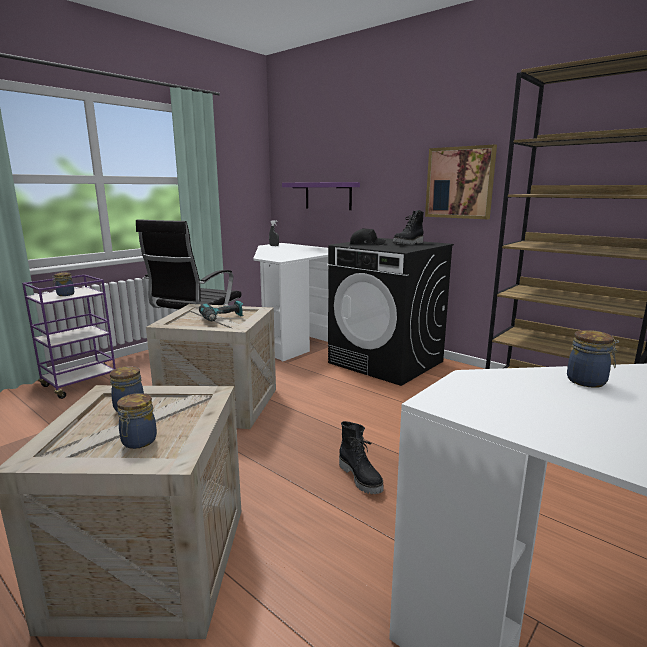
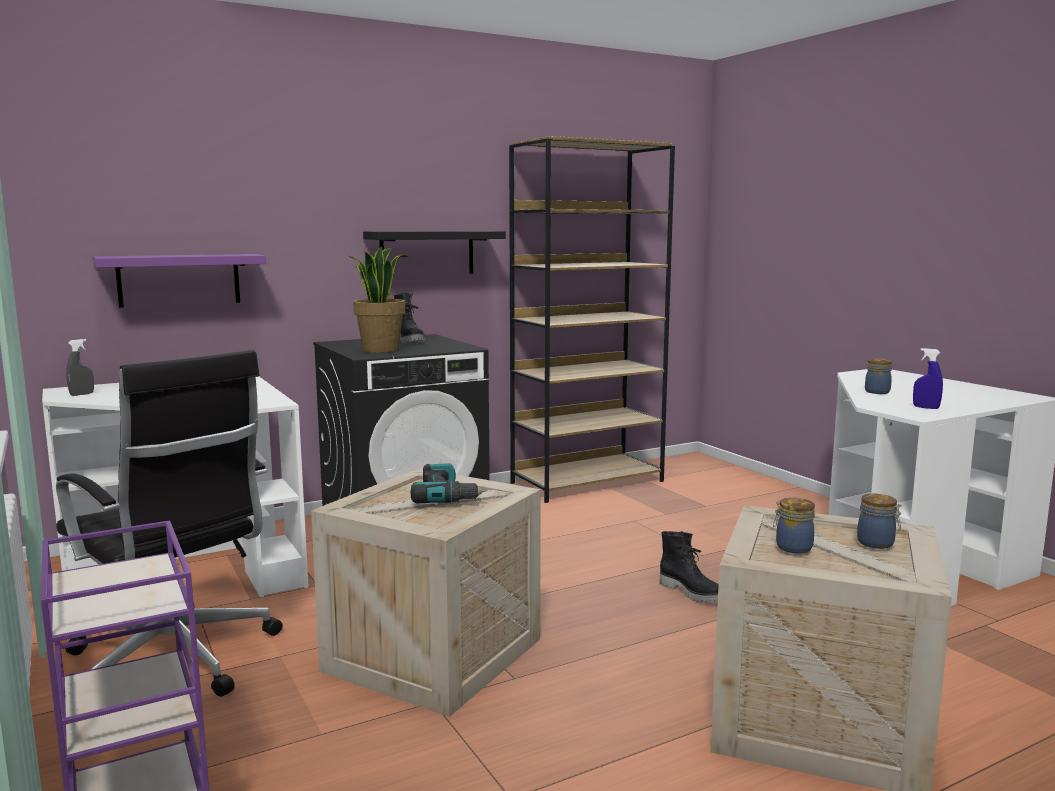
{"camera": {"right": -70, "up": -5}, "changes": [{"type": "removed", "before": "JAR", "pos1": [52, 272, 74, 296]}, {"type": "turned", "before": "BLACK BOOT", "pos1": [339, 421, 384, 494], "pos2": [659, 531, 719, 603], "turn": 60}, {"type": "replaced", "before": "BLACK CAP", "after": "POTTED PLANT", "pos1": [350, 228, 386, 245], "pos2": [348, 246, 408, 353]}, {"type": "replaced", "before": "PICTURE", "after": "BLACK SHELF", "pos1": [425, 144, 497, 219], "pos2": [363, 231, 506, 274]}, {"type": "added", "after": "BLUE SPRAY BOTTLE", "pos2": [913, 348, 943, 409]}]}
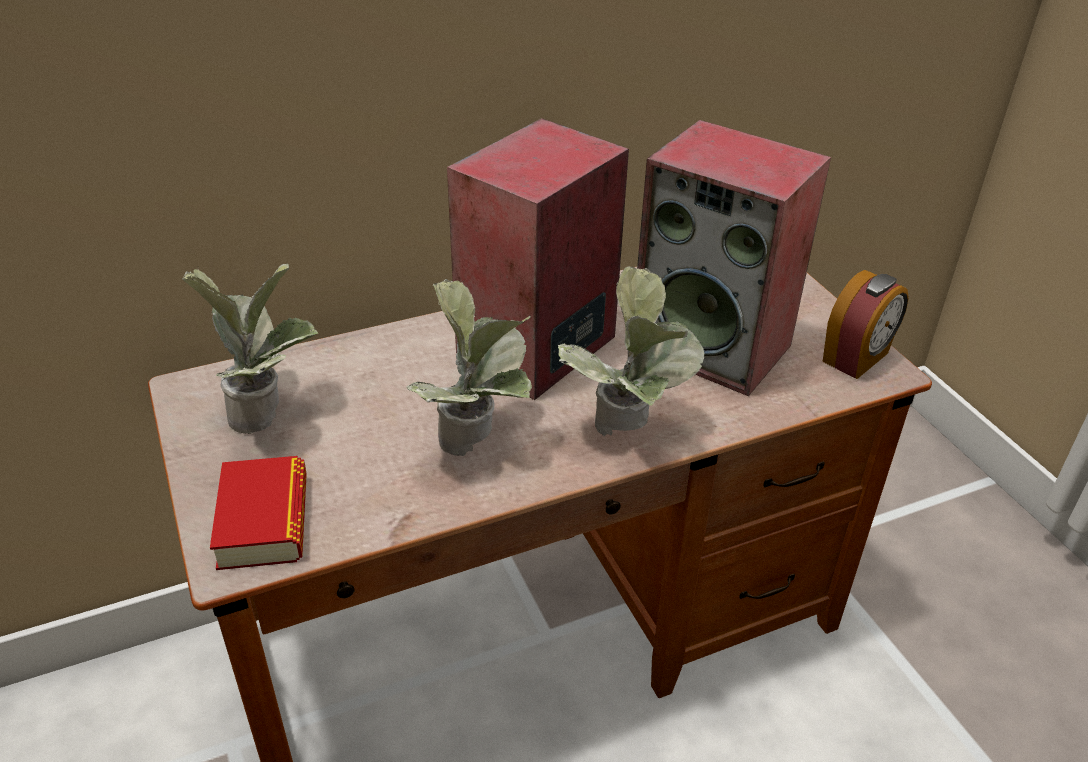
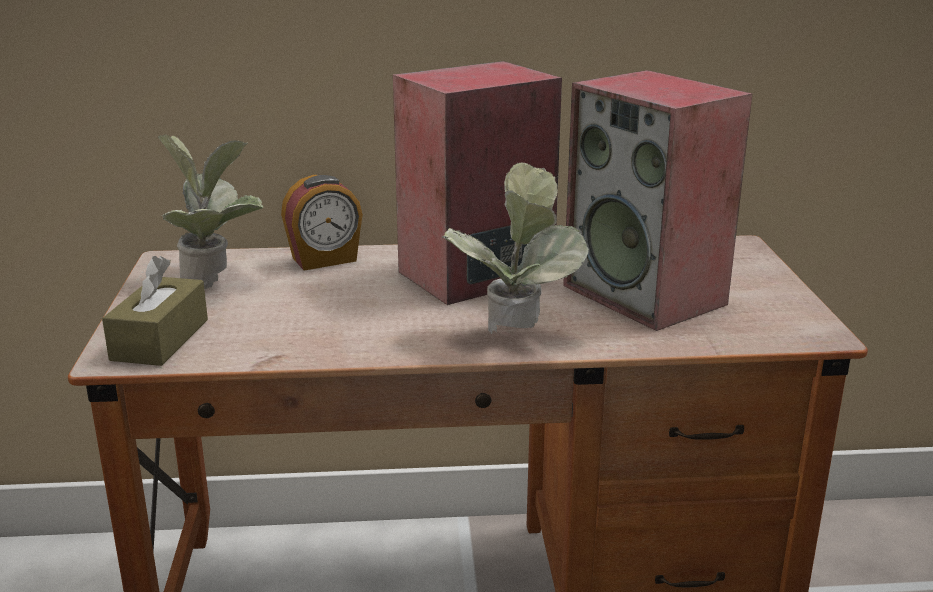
{"camera": {"right": 20, "up": -15}, "changes": [{"type": "replaced", "before": "BOOK", "after": "BROWN TISSUE BOX", "pos1": [210, 456, 307, 570], "pos2": [102, 256, 208, 366]}, {"type": "removed", "before": "POTTED PLANT", "pos1": [406, 279, 532, 456]}, {"type": "moved", "before": "ALARM CLOCK", "pos1": [823, 270, 909, 379], "pos2": [281, 175, 363, 271]}]}
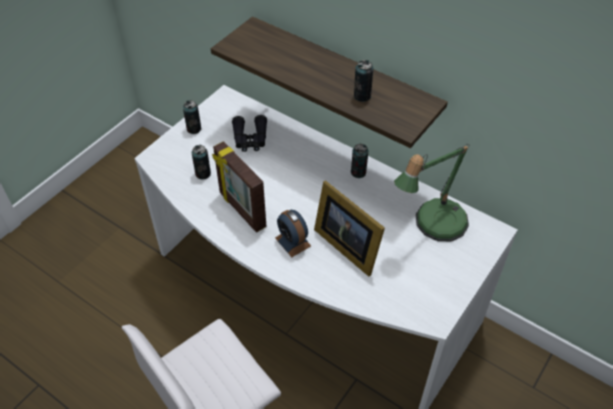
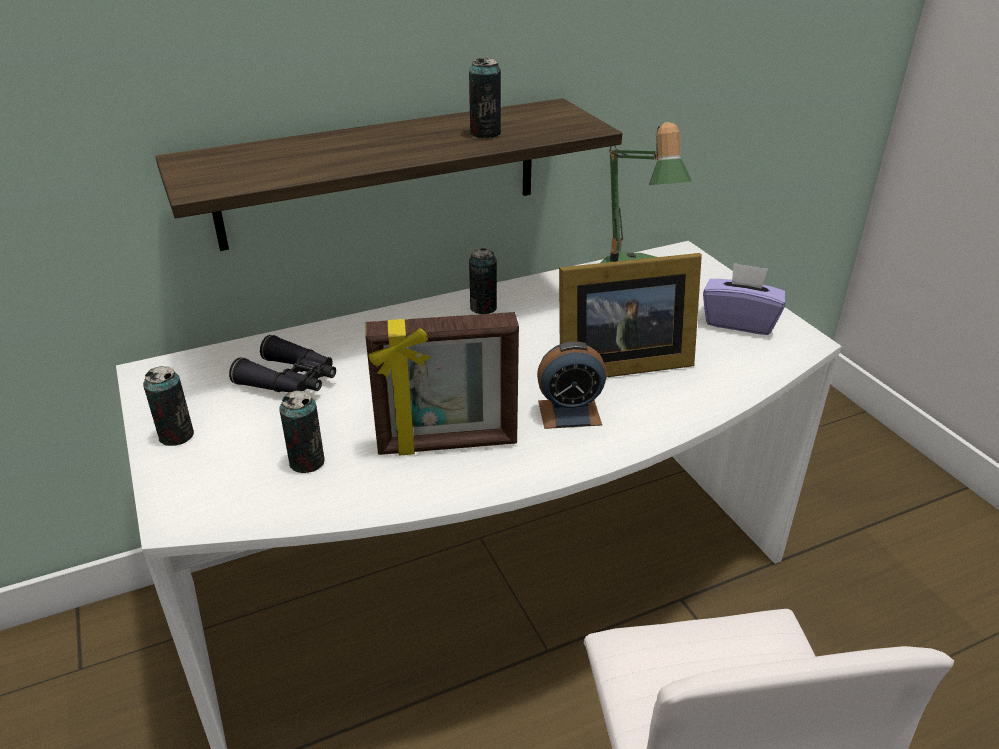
{"camera": {"right": -60, "up": -15}, "changes": [{"type": "added", "after": "PURPLE TISSUE BOX", "pos2": [703, 262, 786, 335]}]}
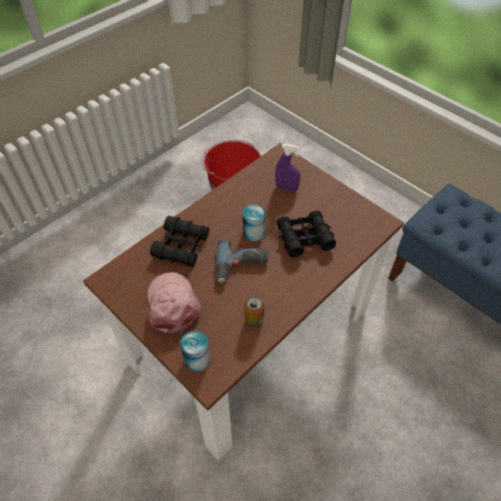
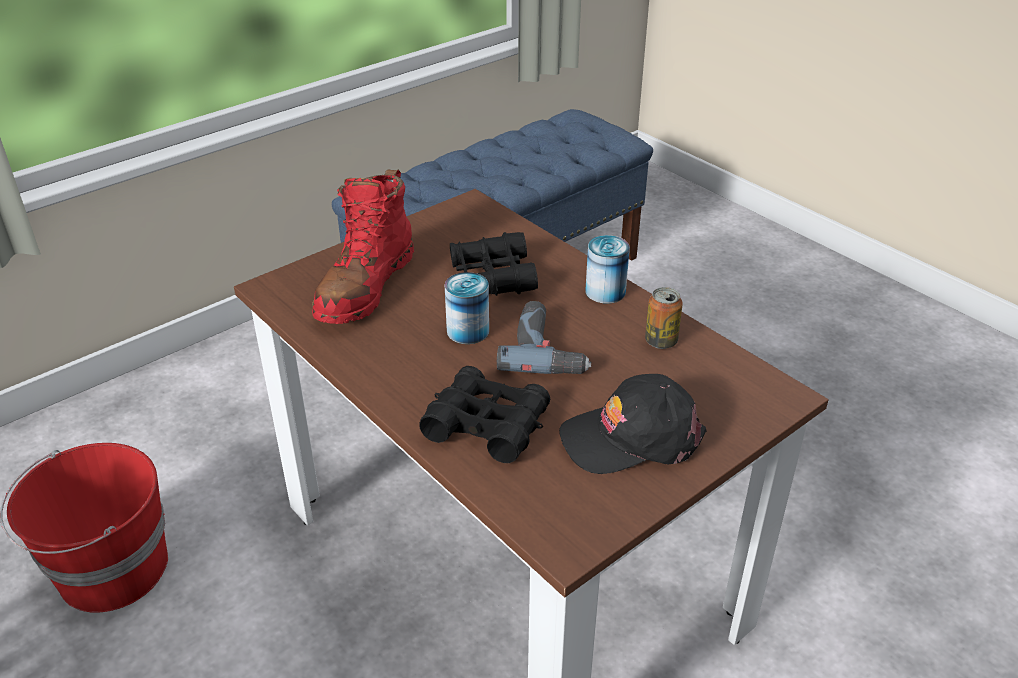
{"camera": {"right": -85, "up": -15}, "changes": [{"type": "recoloured", "before": "PINK CAP", "after": "BLACK CAP", "pos1": [147, 272, 202, 334], "pos2": [559, 374, 707, 474]}, {"type": "moved", "before": "CAN", "pos1": [180, 331, 210, 372], "pos2": [586, 235, 630, 304]}, {"type": "replaced", "before": "PURPLE SPRAY BOTTLE", "after": "RED BOOT", "pos1": [275, 144, 300, 192], "pos2": [312, 169, 414, 324]}]}
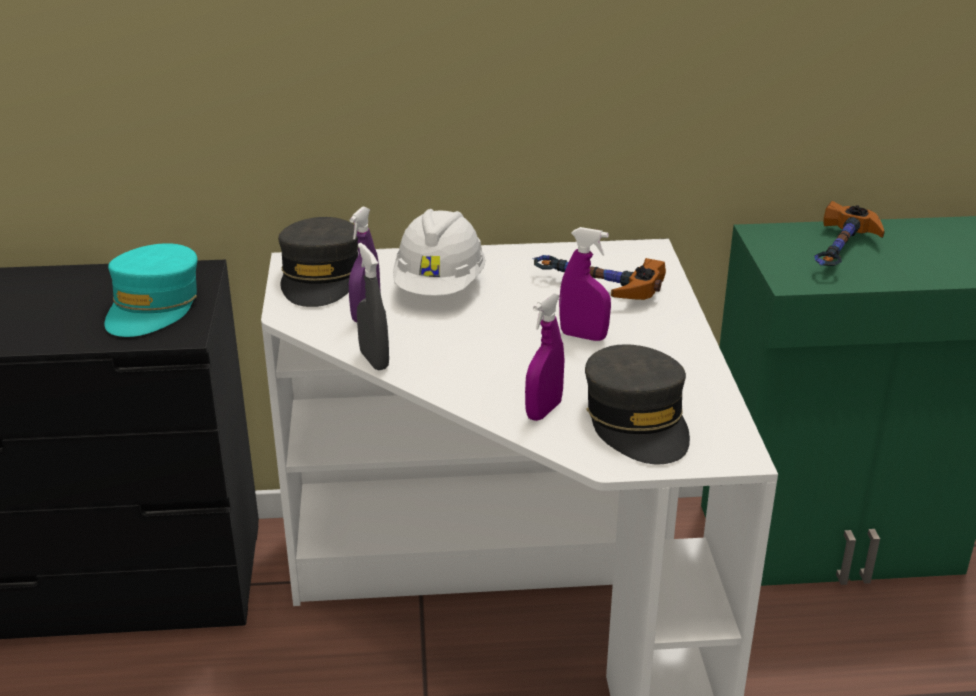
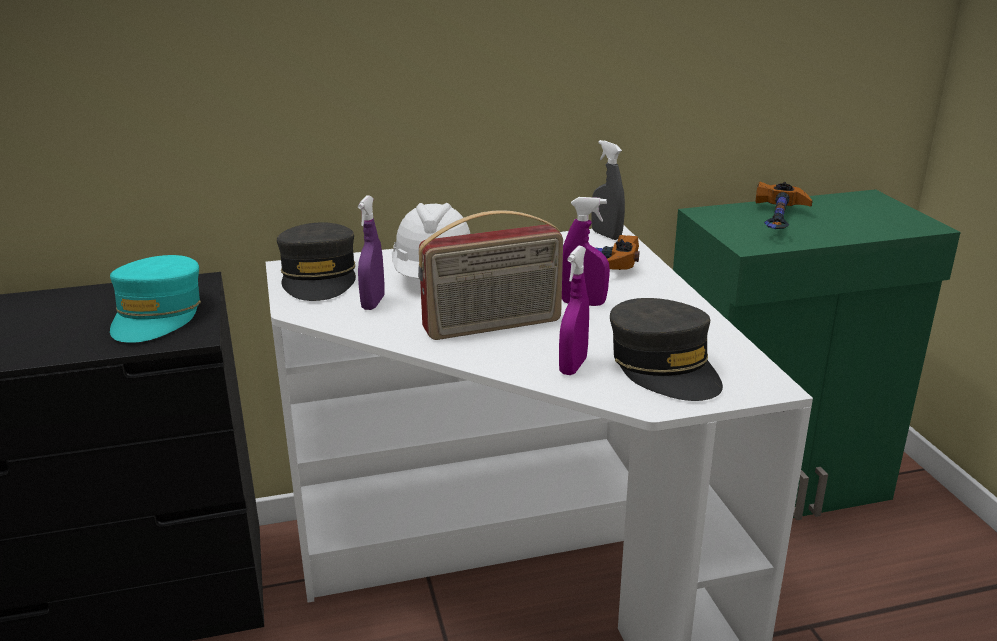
{"camera": {"right": -10, "up": -5}, "changes": [{"type": "moved", "before": "GREY SPRAY BOTTLE", "pos1": [357, 243, 389, 370], "pos2": [591, 140, 625, 240]}, {"type": "added", "after": "RADIO", "pos2": [418, 210, 563, 340]}]}
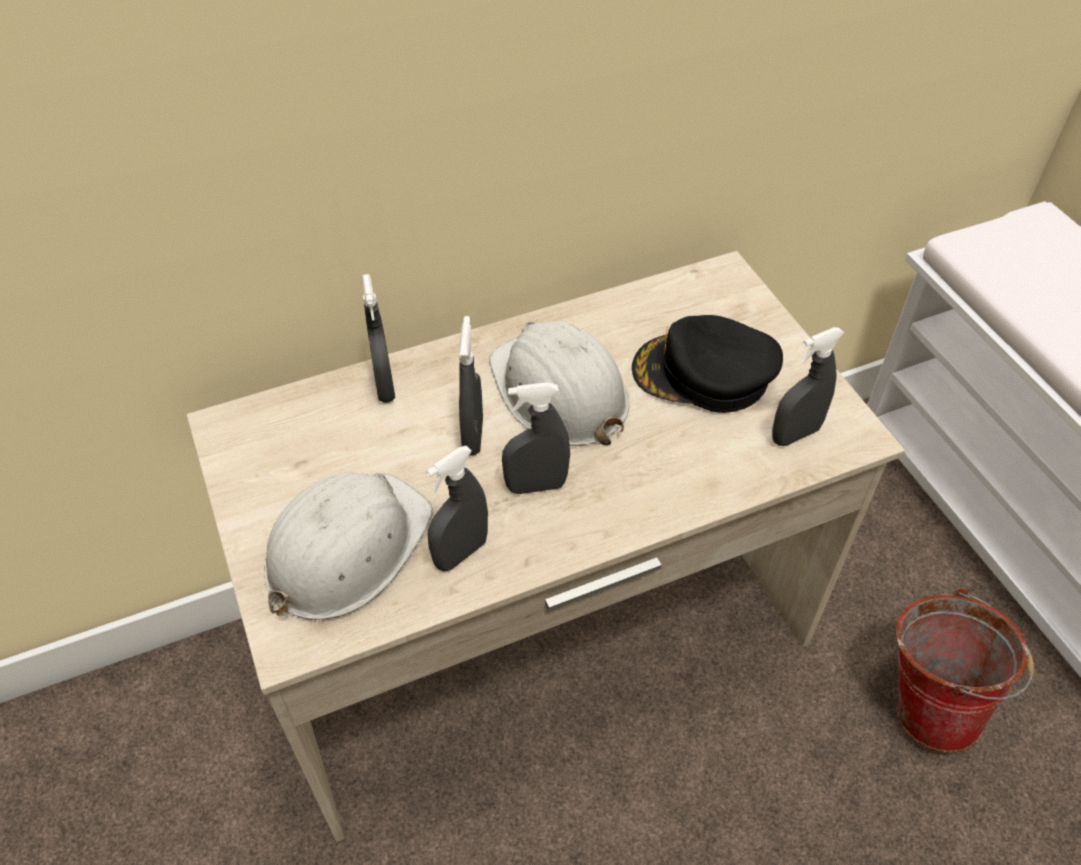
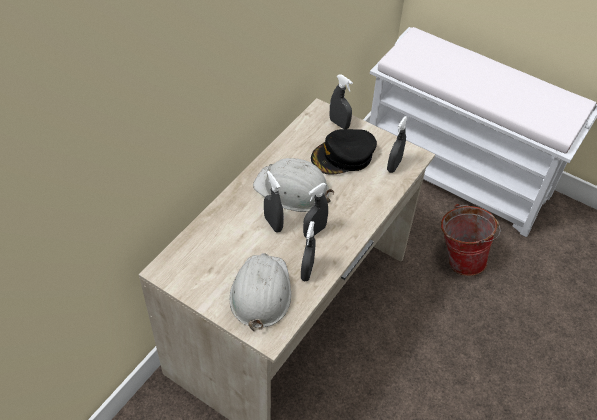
{"camera": {"right": -35, "up": 0}, "changes": [{"type": "moved", "before": "GREY SPRAY BOTTLE", "pos1": [362, 274, 395, 403], "pos2": [330, 75, 353, 129]}]}
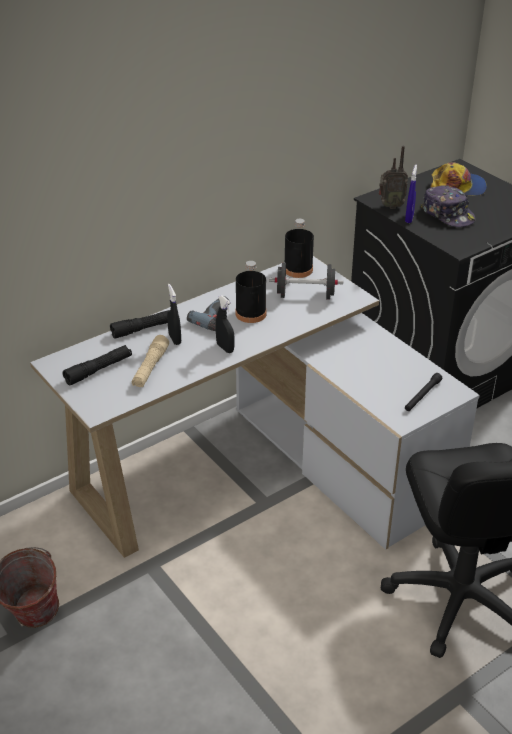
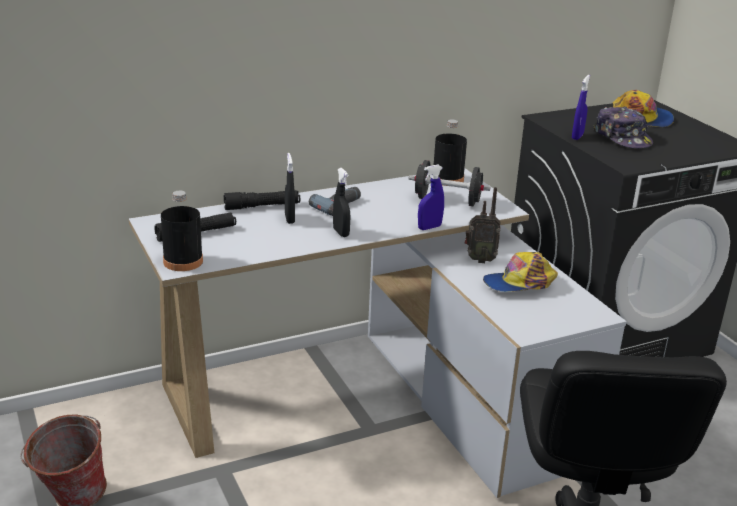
{"camera": {"right": 10, "up": -10}, "changes": [{"type": "removed", "before": "BEIGE FLASHLIGHT", "pos1": [132, 335, 169, 387]}, {"type": "moved", "before": "BLACK BOTTLE", "pos1": [236, 261, 266, 323], "pos2": [161, 191, 203, 271]}, {"type": "moved", "before": "RADIO", "pos1": [379, 146, 408, 209], "pos2": [465, 187, 501, 263]}, {"type": "removed", "before": "BLACK FLASHLIGHT", "pos1": [405, 373, 442, 411]}, {"type": "added", "after": "BLUE SPRAY BOTTLE", "pos2": [418, 165, 444, 230]}, {"type": "added", "after": "CAP", "pos2": [483, 252, 558, 292]}]}
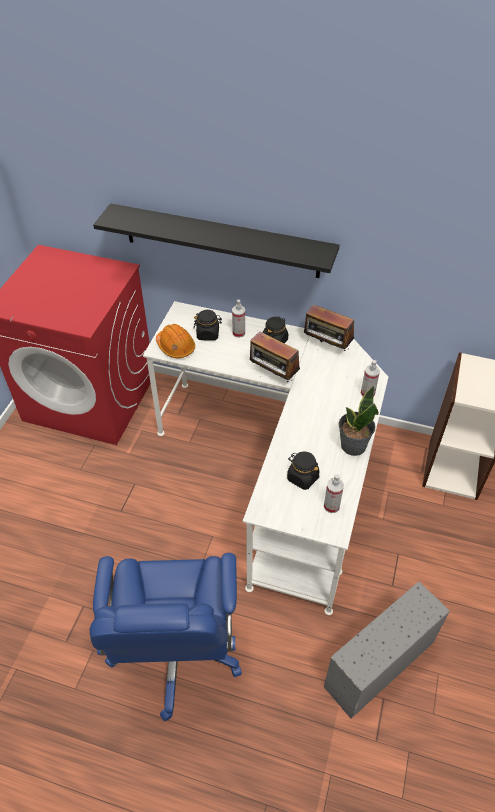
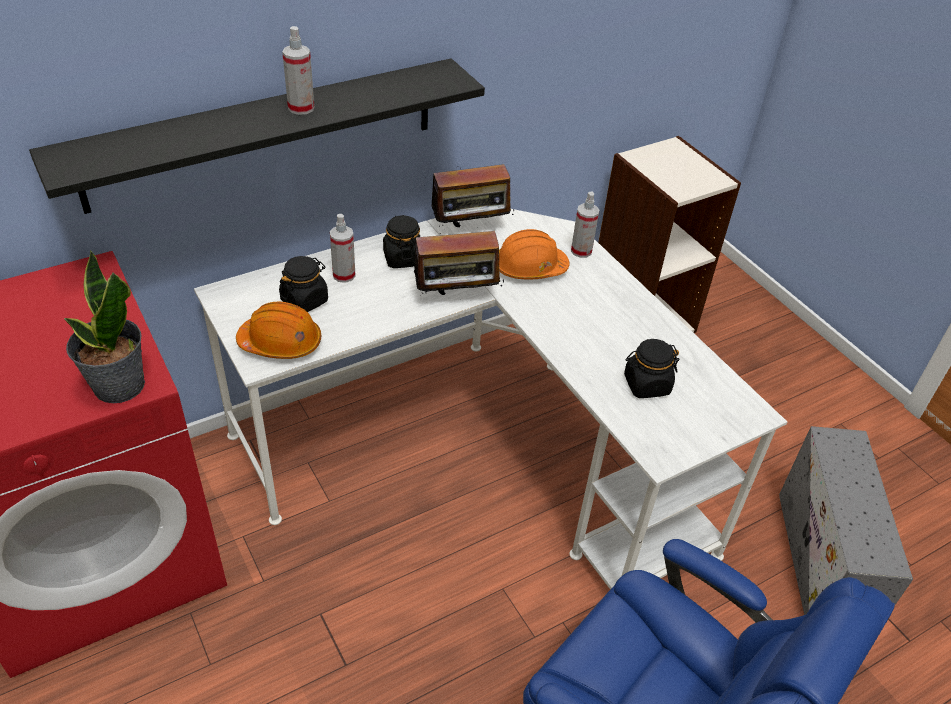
{"camera": {"right": -50, "up": -5}, "changes": [{"type": "moved", "before": "SPRAY BOTTLE", "pos1": [324, 474, 344, 513], "pos2": [282, 26, 314, 115]}, {"type": "moved", "before": "POTTED PLANT", "pos1": [338, 385, 379, 456], "pos2": [64, 250, 145, 403]}, {"type": "added", "after": "ORANGE HARD HAT", "pos2": [499, 229, 570, 279]}]}
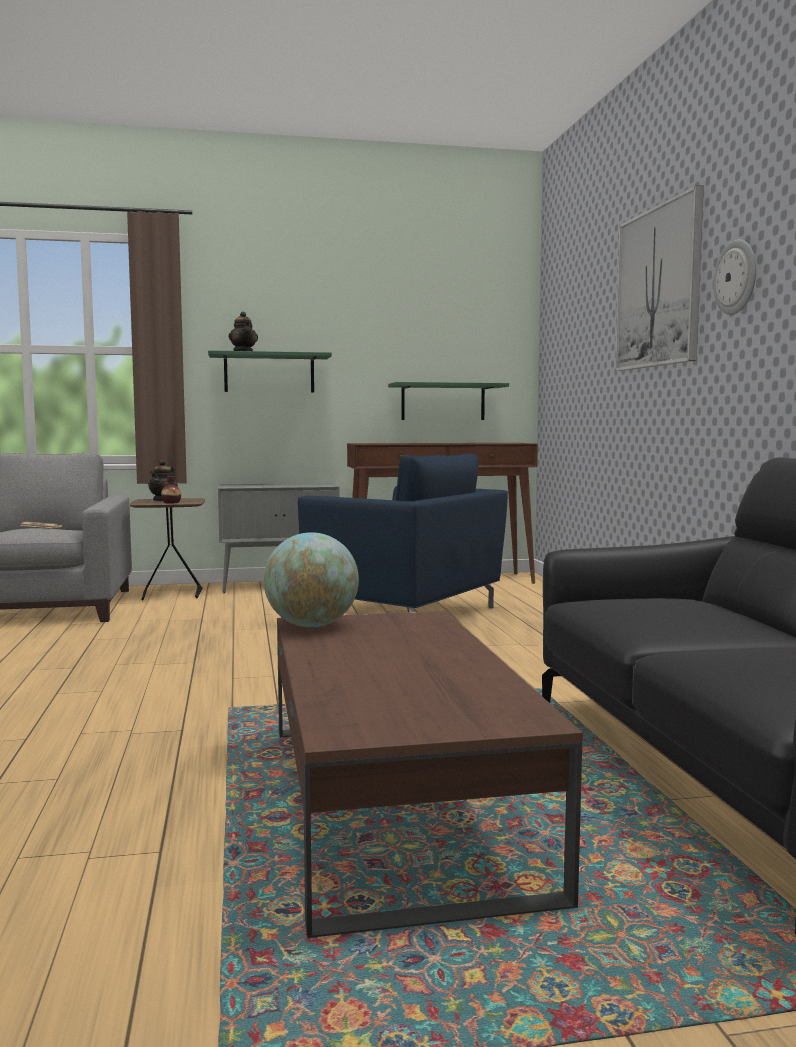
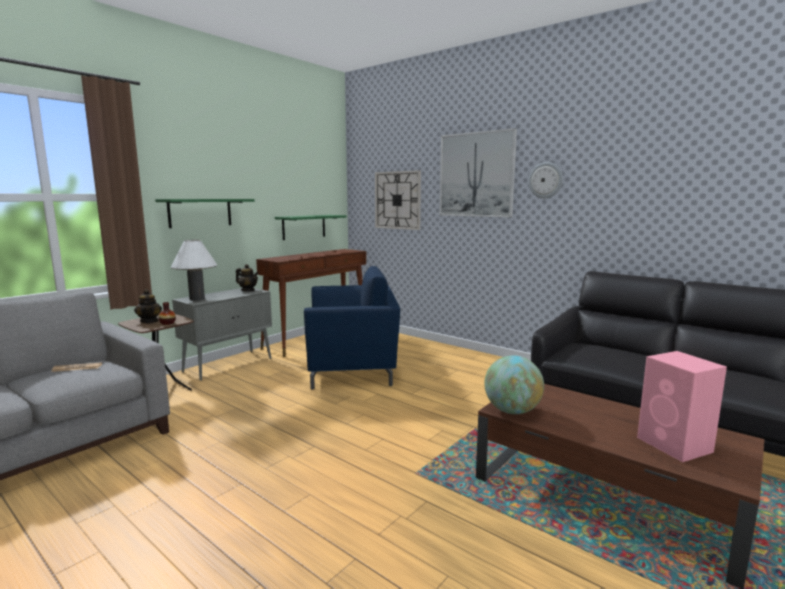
{"camera": {"right": -40, "up": 5}, "changes": [{"type": "moved", "before": "TEAPOT", "pos1": [228, 311, 258, 351], "pos2": [236, 264, 259, 291]}, {"type": "added", "after": "WHITE TABLE LAMP", "pos2": [171, 240, 217, 301]}, {"type": "added", "after": "WALL CLOCK", "pos2": [375, 170, 421, 230]}, {"type": "added", "after": "PINK SPEAKER", "pos2": [637, 351, 727, 462]}]}
